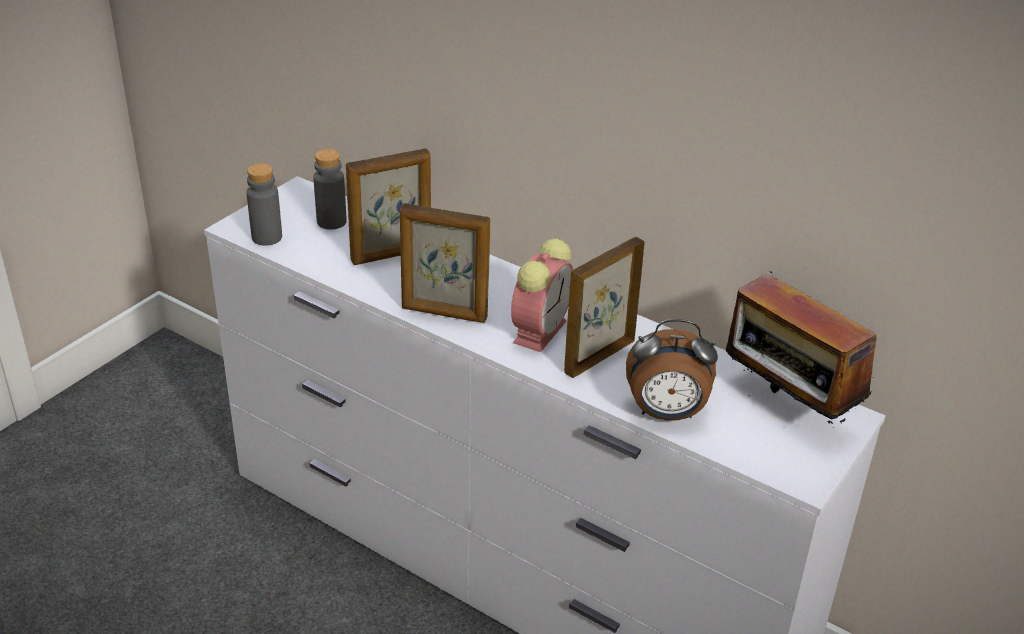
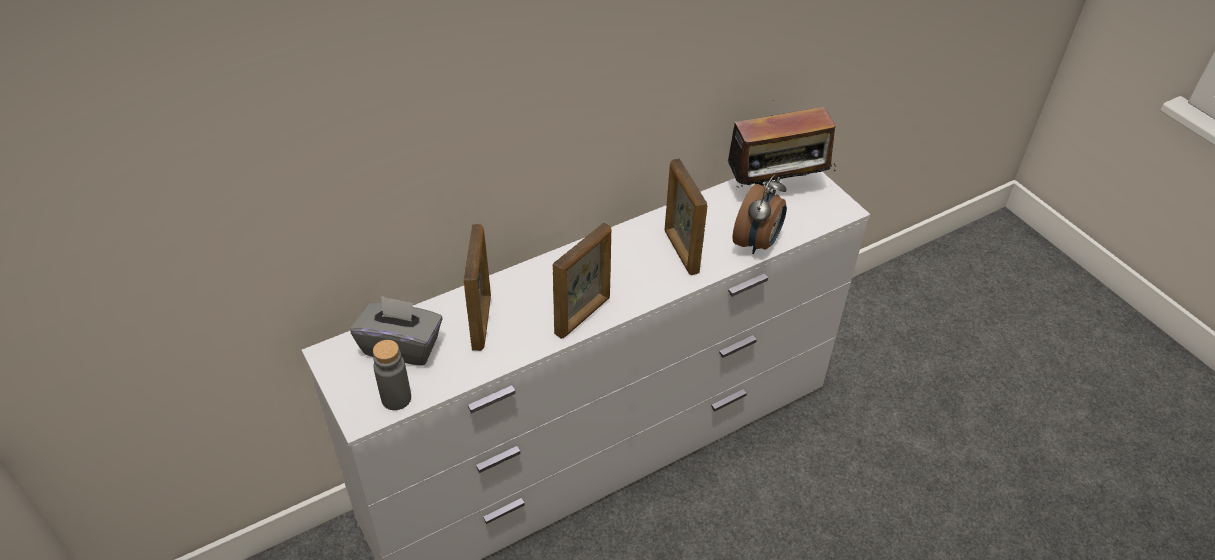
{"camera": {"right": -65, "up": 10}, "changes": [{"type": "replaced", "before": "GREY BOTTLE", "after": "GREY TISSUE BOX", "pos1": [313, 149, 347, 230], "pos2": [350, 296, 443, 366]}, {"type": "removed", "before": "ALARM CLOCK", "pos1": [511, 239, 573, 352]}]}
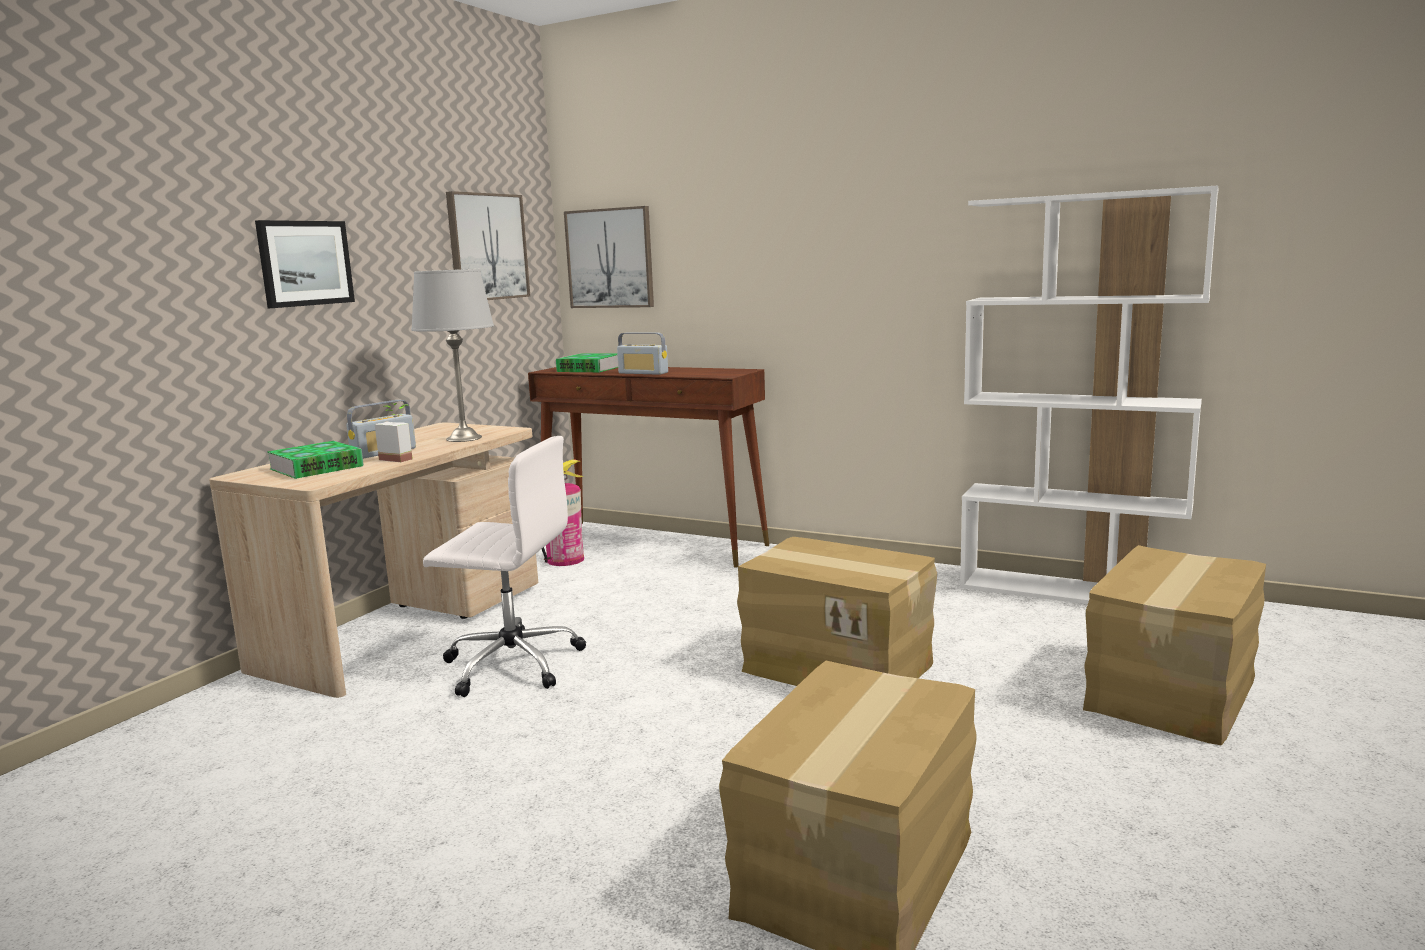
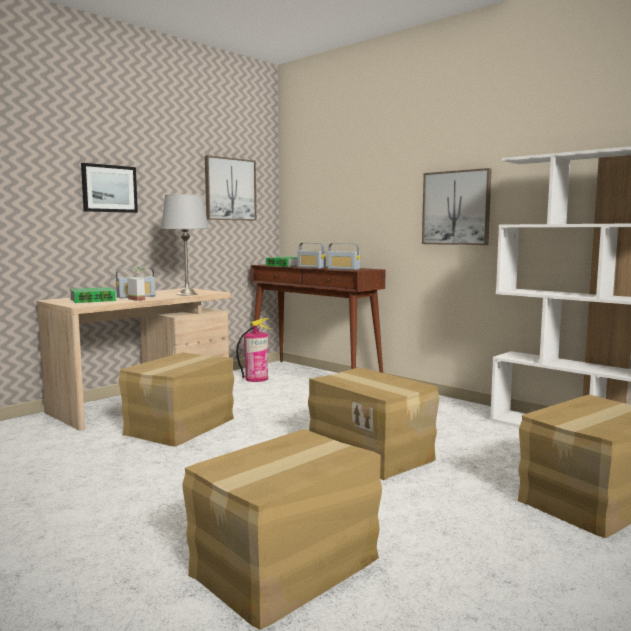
{"camera": {"right": 15, "up": -5}, "changes": [{"type": "replaced", "before": "WHITE OFFICE CHAIR", "after": "CARDBOARD BOX", "pos1": [423, 436, 586, 697], "pos2": [119, 352, 234, 447]}, {"type": "moved", "before": "PICTURE", "pos1": [564, 206, 654, 308], "pos2": [422, 168, 492, 245]}, {"type": "added", "after": "RADIO", "pos2": [328, 243, 360, 270]}]}
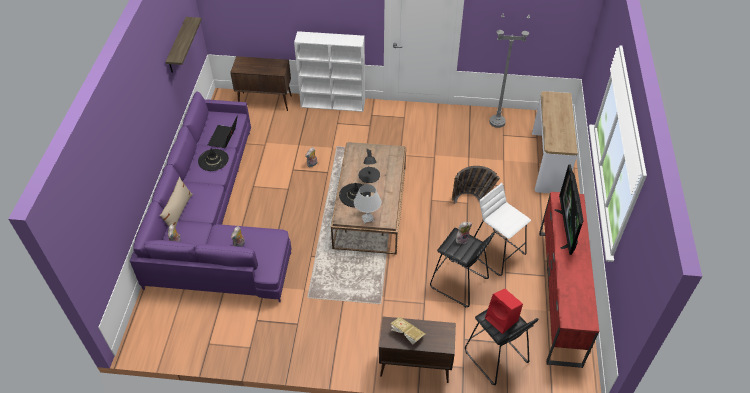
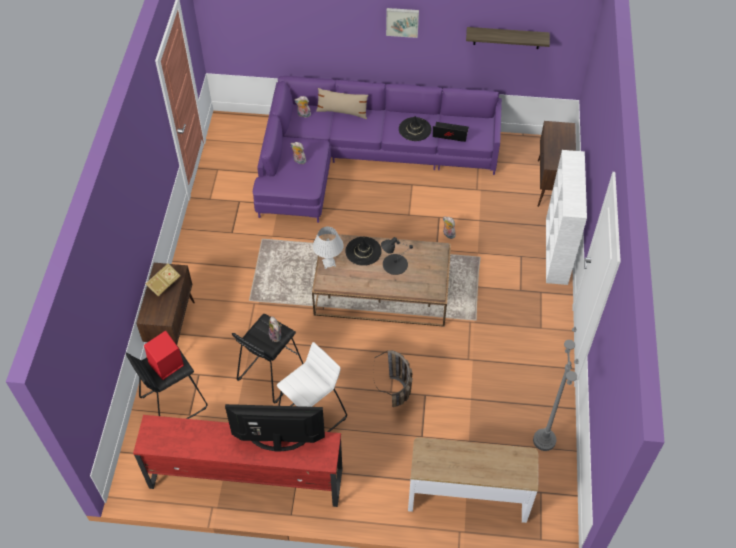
{"camera": {"right": 90, "up": 5}, "changes": [{"type": "added", "after": "PICTURE", "pos2": [386, 8, 419, 38]}]}
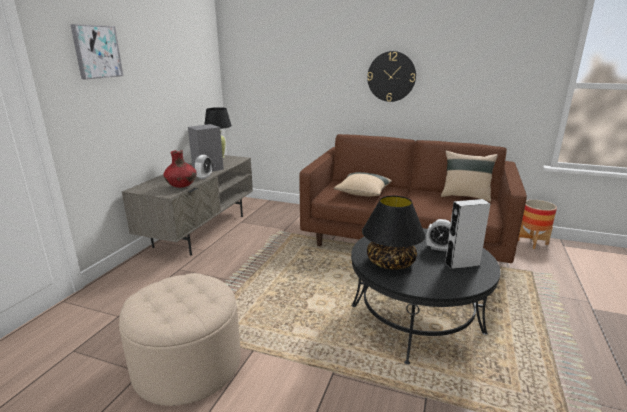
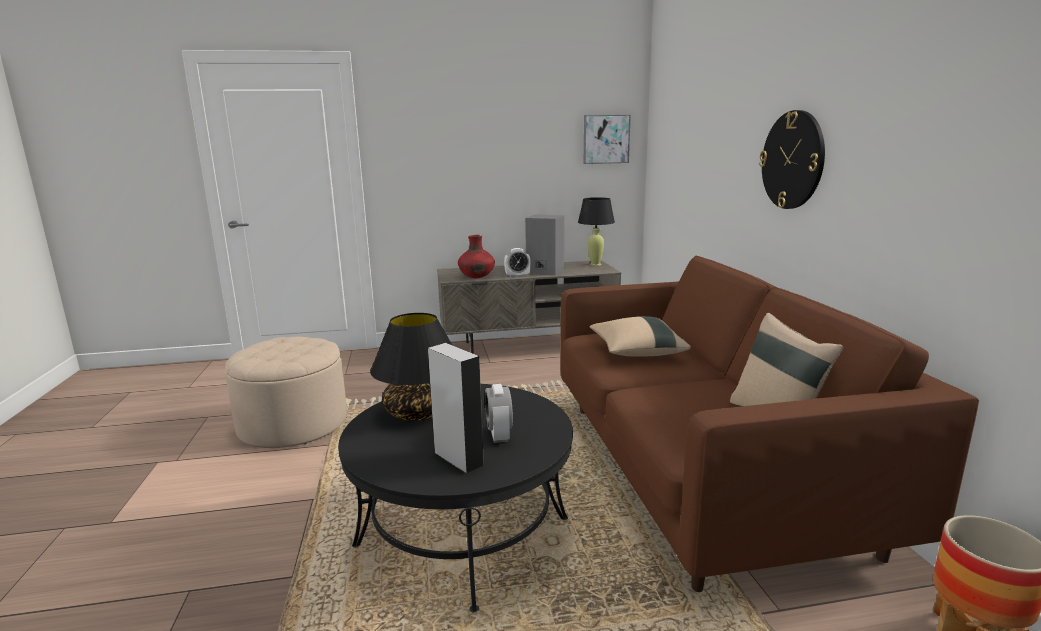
{"camera": {"right": 60, "up": -5}, "changes": [{"type": "moved", "before": "PICTURE", "pos1": [70, 24, 123, 79], "pos2": [584, 115, 631, 164]}]}
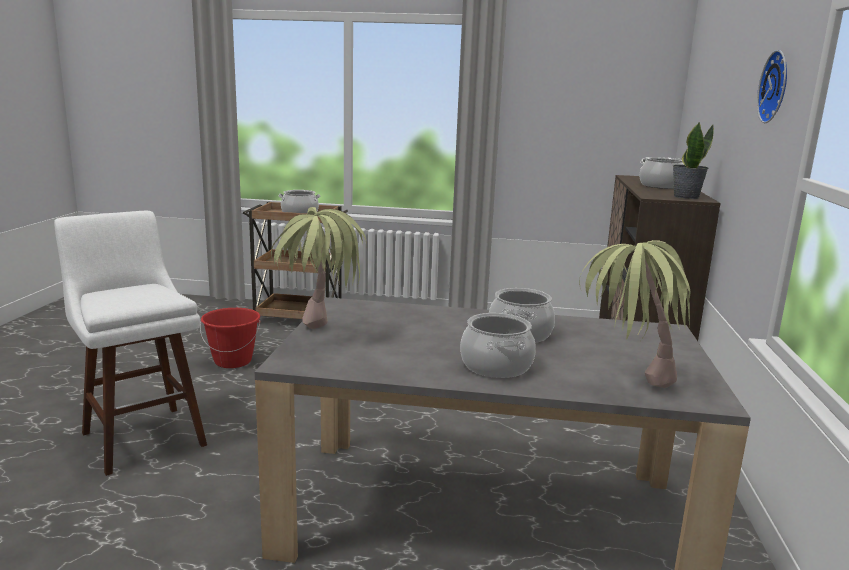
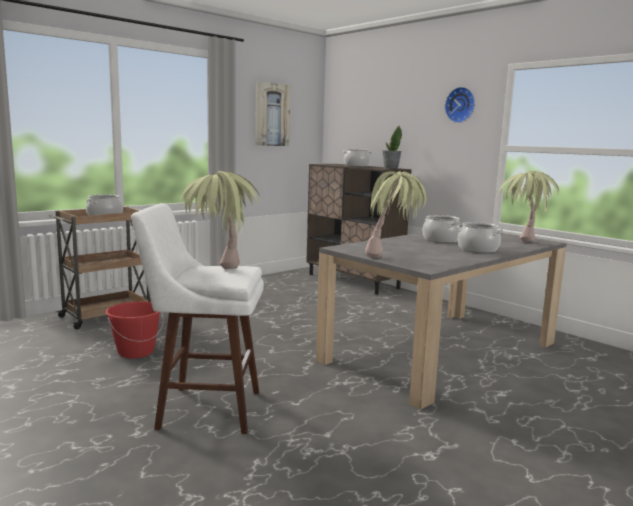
{"camera": {"right": -50, "up": -5}, "changes": [{"type": "added", "after": "POTTED PLANT", "pos2": [180, 171, 261, 269]}, {"type": "added", "after": "PICTURE", "pos2": [255, 82, 290, 146]}]}
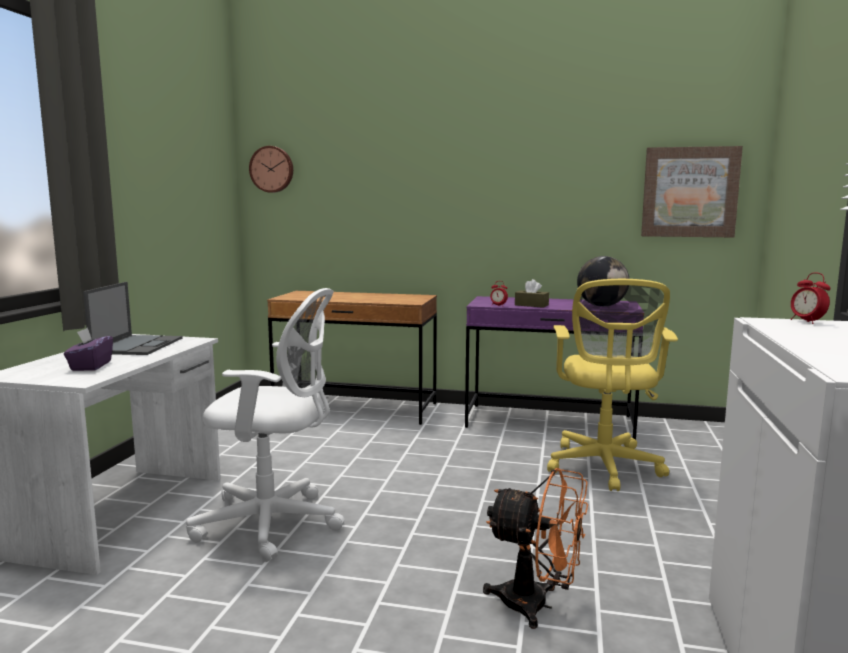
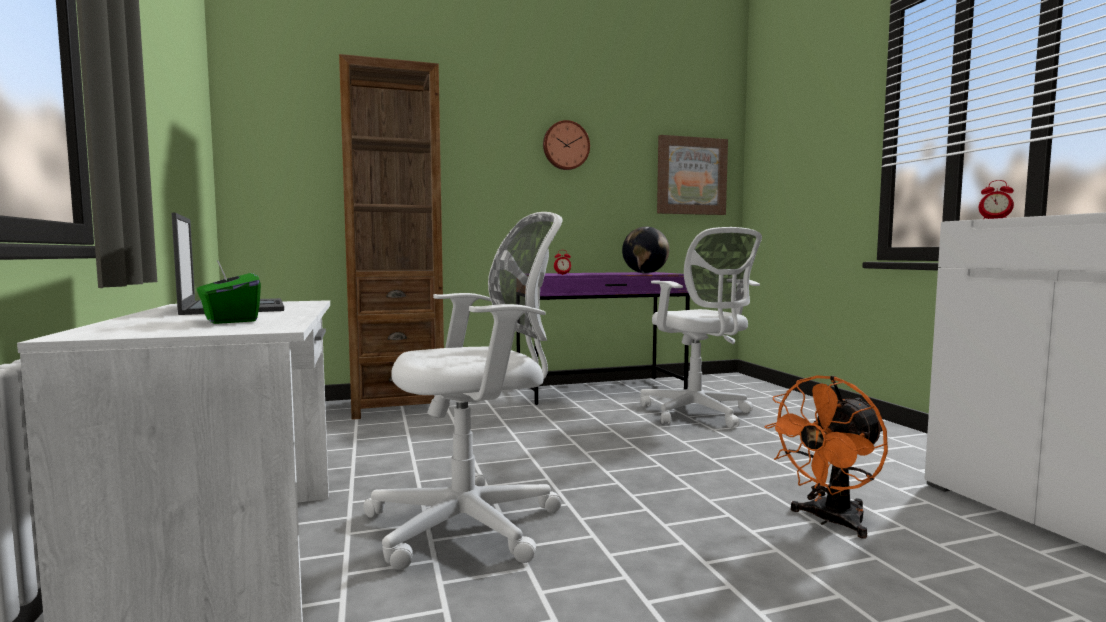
{"camera": {"right": -30, "up": -5}, "changes": [{"type": "recoloured", "before": "PURPLE TISSUE BOX", "after": "GREEN TISSUE BOX", "pos1": [64, 328, 113, 371], "pos2": [197, 260, 261, 324]}, {"type": "moved", "before": "WALL CLOCK", "pos1": [249, 146, 293, 193], "pos2": [543, 120, 590, 170]}, {"type": "replaced", "before": "BROWN DESK", "after": "BROWN BOOKCASE", "pos1": [267, 291, 437, 425], "pos2": [339, 54, 444, 420]}, {"type": "turned", "before": "ORANGE FAN", "pos1": [483, 468, 588, 629], "pos2": [764, 375, 888, 539], "turn": 150}, {"type": "removed", "before": "BROWN TISSUE BOX", "pos1": [515, 279, 549, 308]}, {"type": "recoloured", "before": "YELLOW OFFICE CHAIR", "after": "WHITE OFFICE CHAIR", "pos1": [547, 279, 678, 491], "pos2": [640, 227, 762, 428]}]}
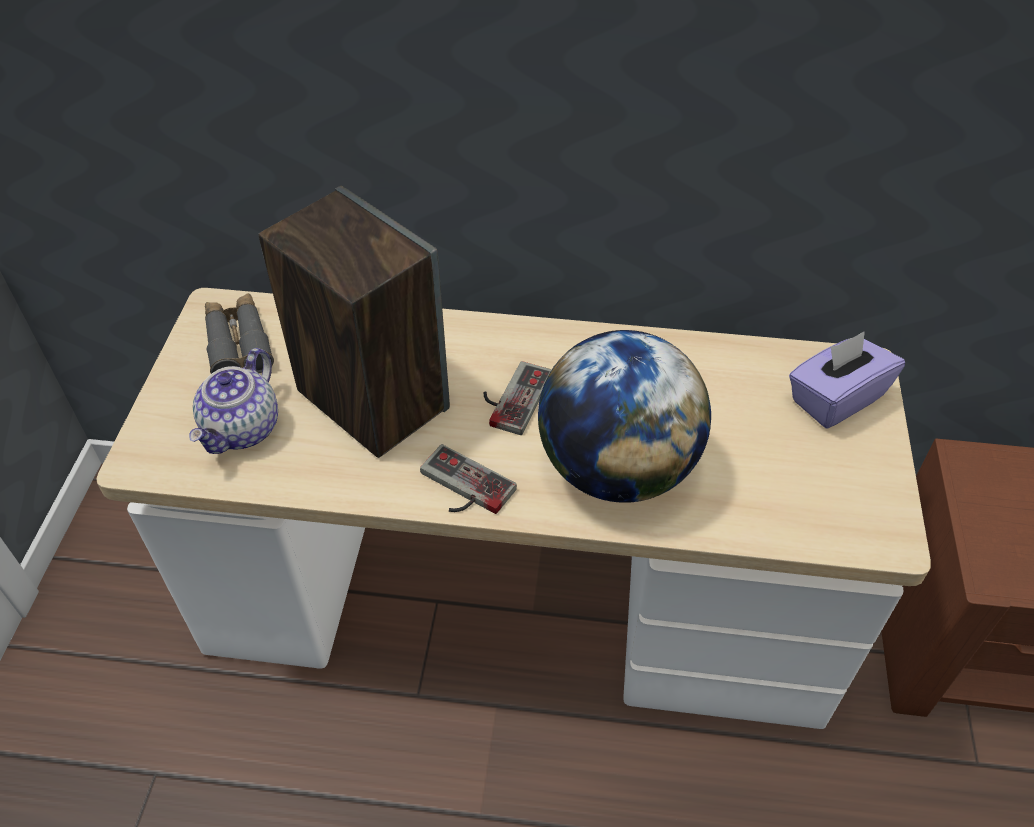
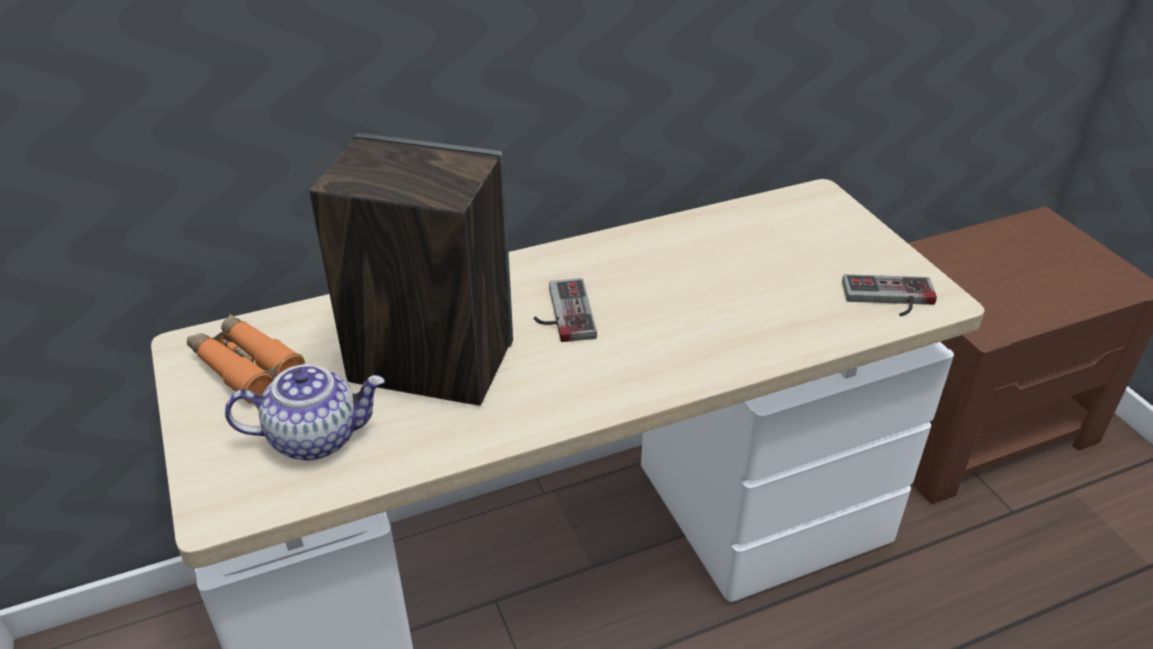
{"camera": {"right": -30, "up": -10}, "changes": [{"type": "turned", "before": "TEAPOT", "pos1": [189, 348, 278, 454], "pos2": [225, 364, 385, 461], "turn": -90}, {"type": "recoloured", "before": "GREY BINOCULARS", "after": "ORANGE BINOCULARS", "pos1": [205, 293, 274, 374], "pos2": [187, 314, 305, 404]}, {"type": "moved", "before": "GAME CONTROLLER", "pos1": [420, 444, 517, 514], "pos2": [842, 274, 937, 316]}, {"type": "removed", "before": "GLOBE", "pos1": [538, 330, 711, 503]}, {"type": "removed", "before": "PURPLE TISSUE BOX", "pos1": [789, 331, 905, 429]}]}
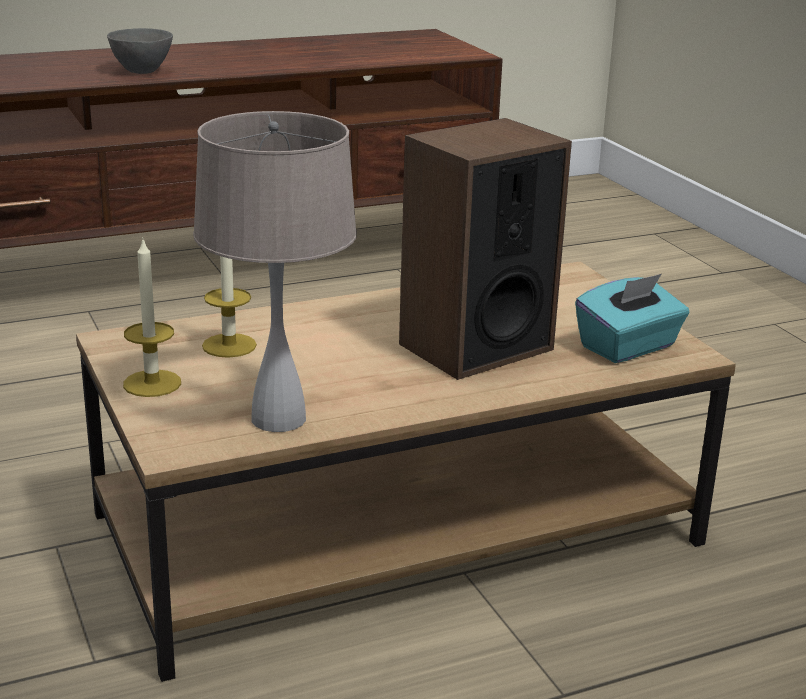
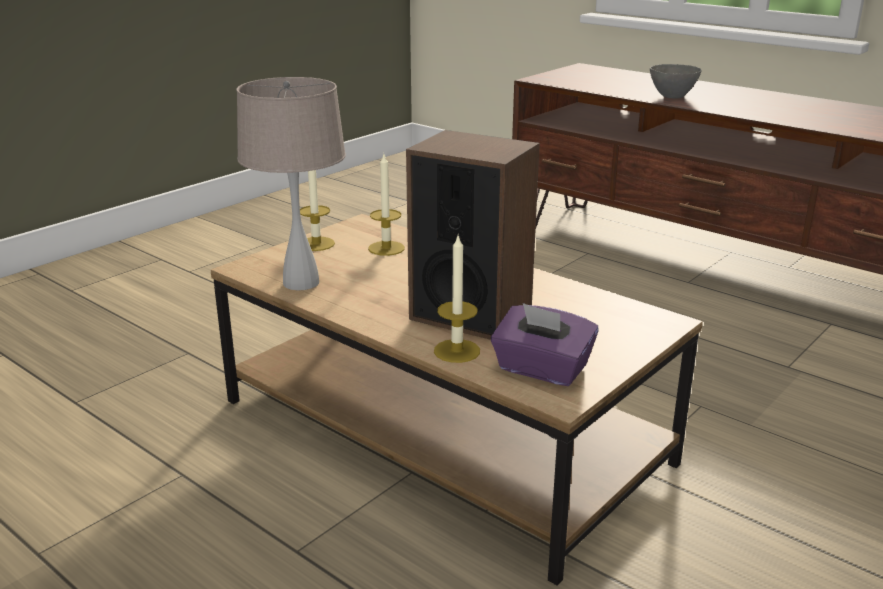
{"camera": {"right": 65, "up": 0}, "changes": [{"type": "recoloured", "before": "TURQUOISE TISSUE BOX", "after": "PURPLE TISSUE BOX", "pos1": [575, 274, 689, 363], "pos2": [491, 303, 599, 386]}, {"type": "added", "after": "CANDLE", "pos2": [434, 233, 480, 363]}]}
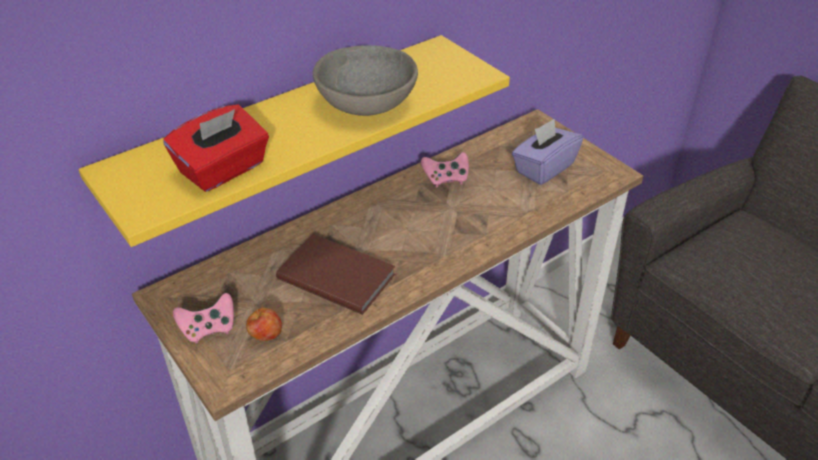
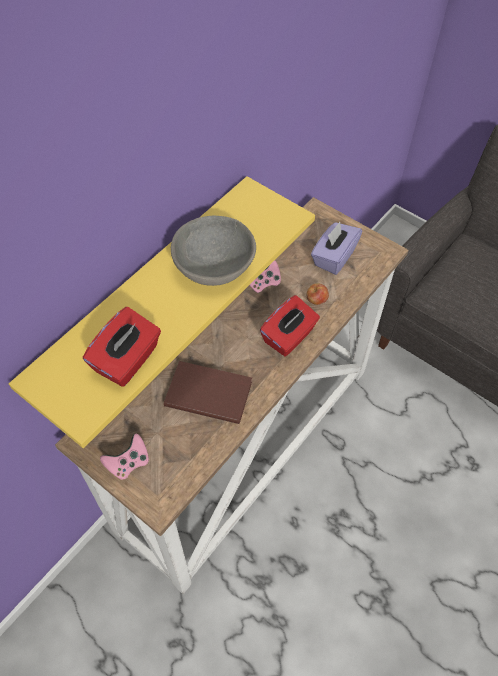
{"camera": {"right": -15, "up": 15}, "changes": [{"type": "moved", "before": "APPLE", "pos1": [246, 308, 282, 341], "pos2": [306, 283, 329, 305]}, {"type": "added", "after": "RED TISSUE BOX", "pos2": [260, 295, 320, 356]}]}
